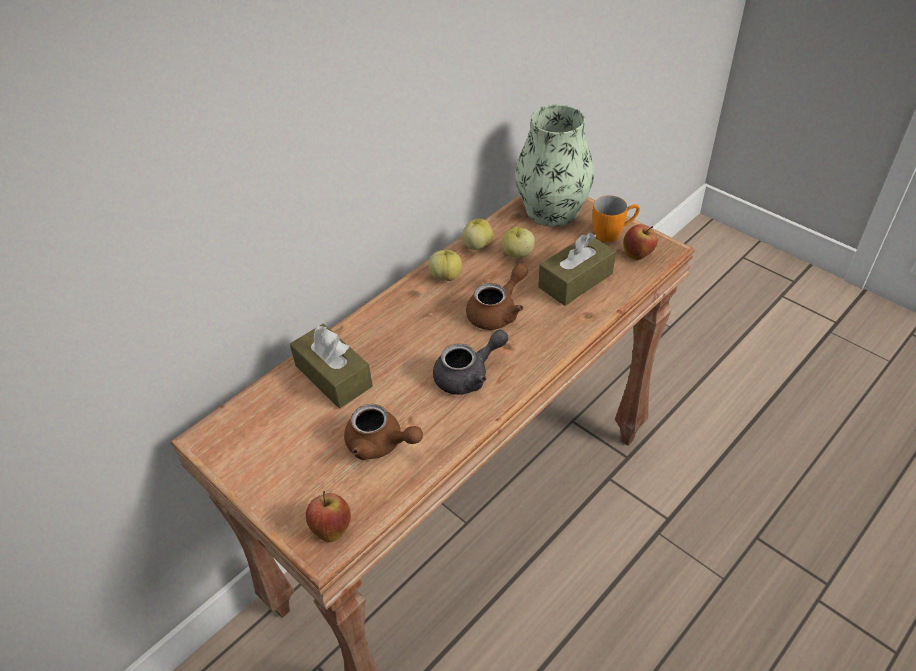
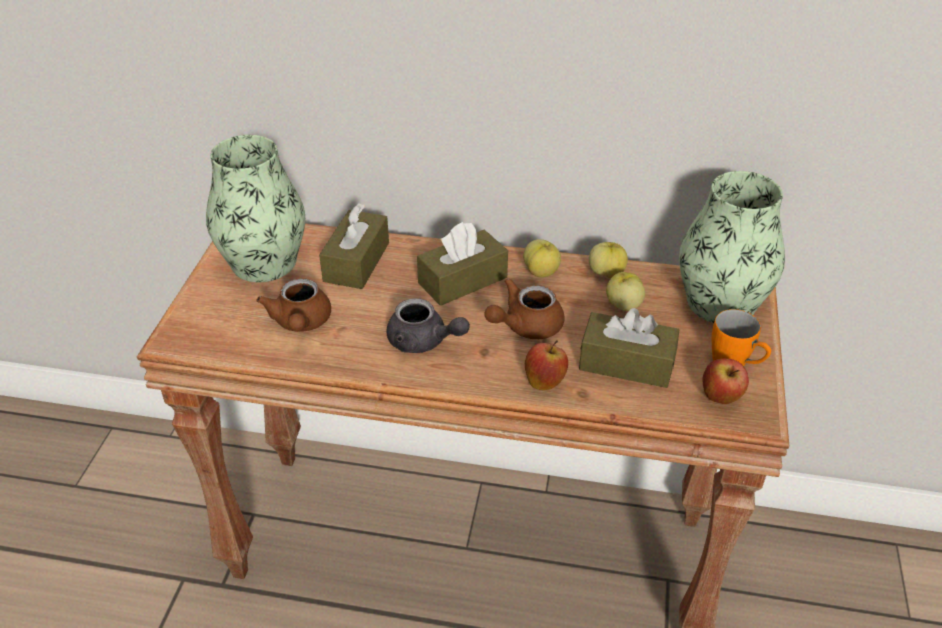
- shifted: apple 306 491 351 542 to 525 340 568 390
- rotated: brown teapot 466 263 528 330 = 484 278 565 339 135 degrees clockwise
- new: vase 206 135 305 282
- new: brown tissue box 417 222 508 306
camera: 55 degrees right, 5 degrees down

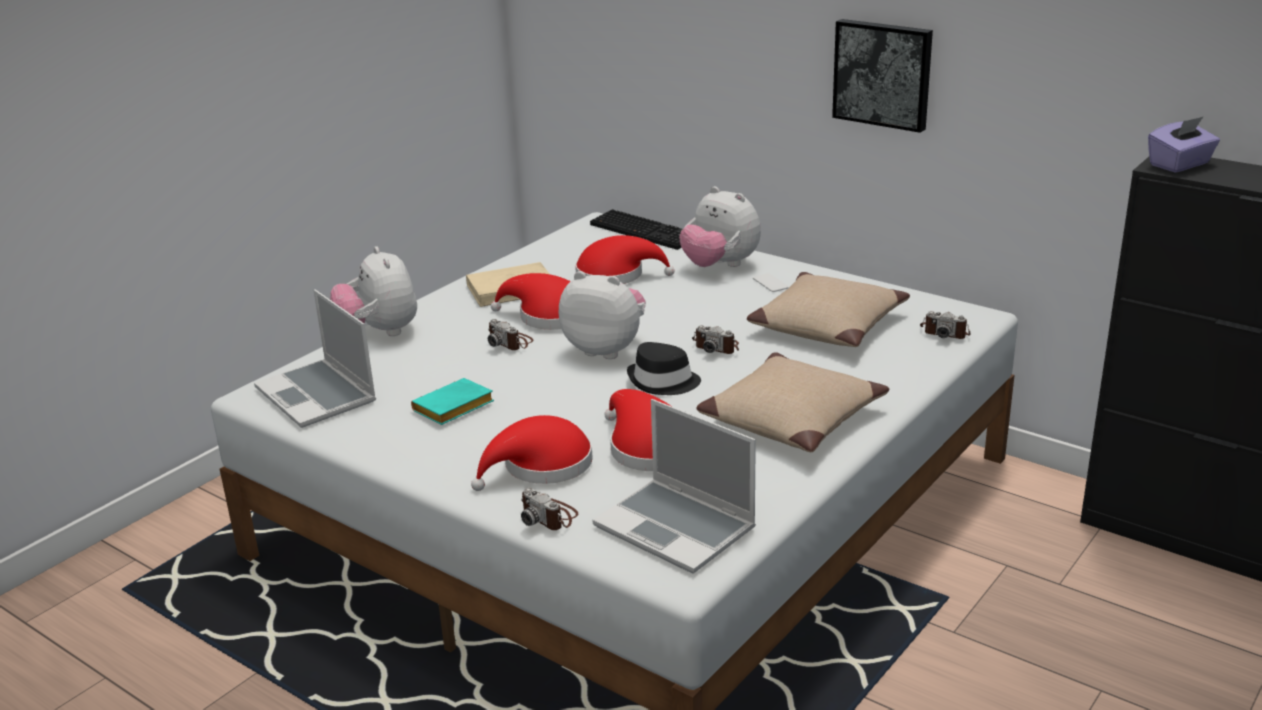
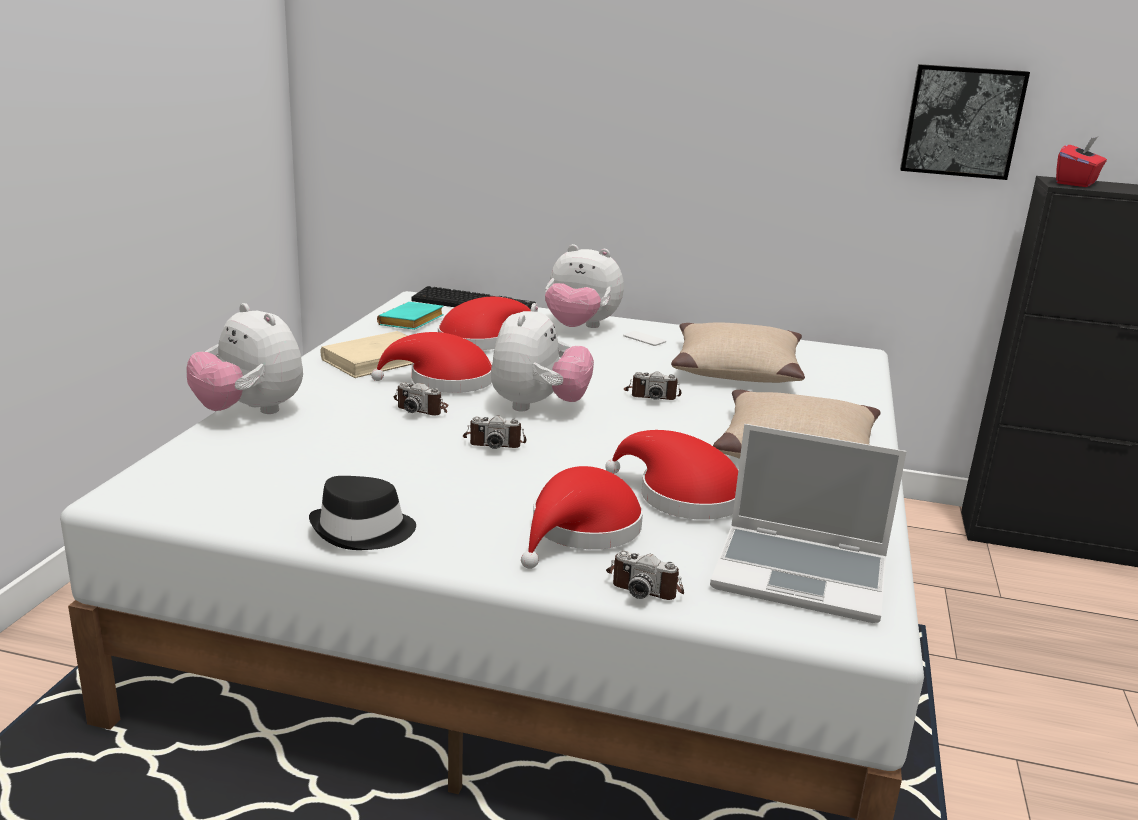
- gone: laptop 254 289 376 428
- shifted: turquoise book 411 378 494 425 to 377 302 444 330
- rotated: plush toy 559 271 646 359 = 491 303 594 412 105 degrees clockwise
- shifted: black hat 627 342 701 395 to 309 476 416 550
- shifted: picture 832 19 933 133 to 900 64 1030 180
- shifted: photo camera 920 311 970 339 to 463 415 526 449
- repainted: purple tissue box 1148 116 1220 173 to red tissue box 1056 137 1107 187
camera: 25 degrees left, 5 degrees down

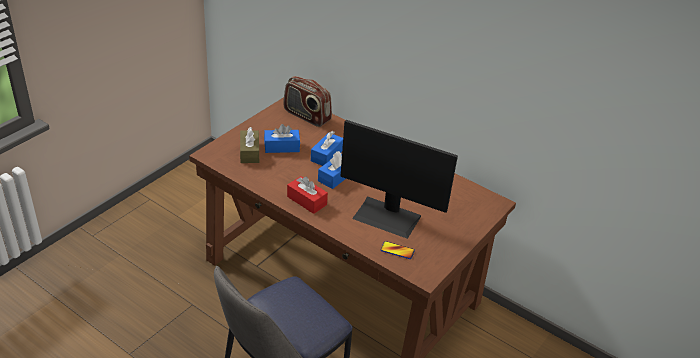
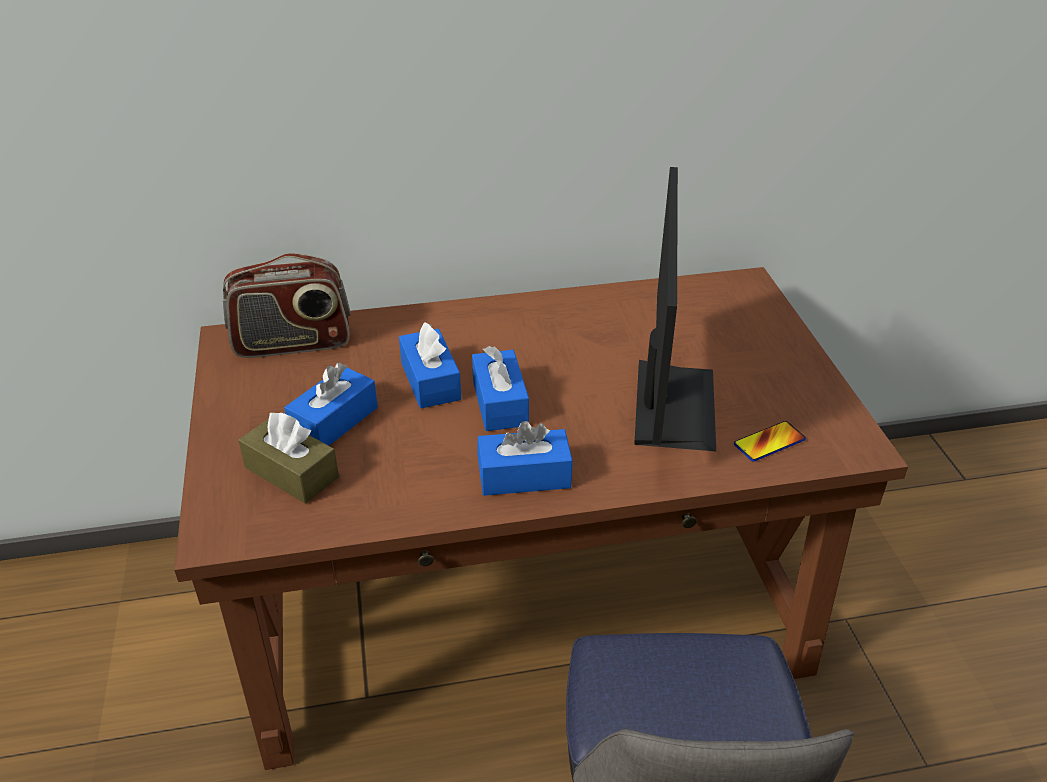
- repainted: red tissue box 287 176 328 214 to blue tissue box 477 421 572 496
- rotated: monitor 340 120 458 239 = 634 167 716 451 60 degrees counterclockwise
camera: 45 degrees left, 0 degrees up

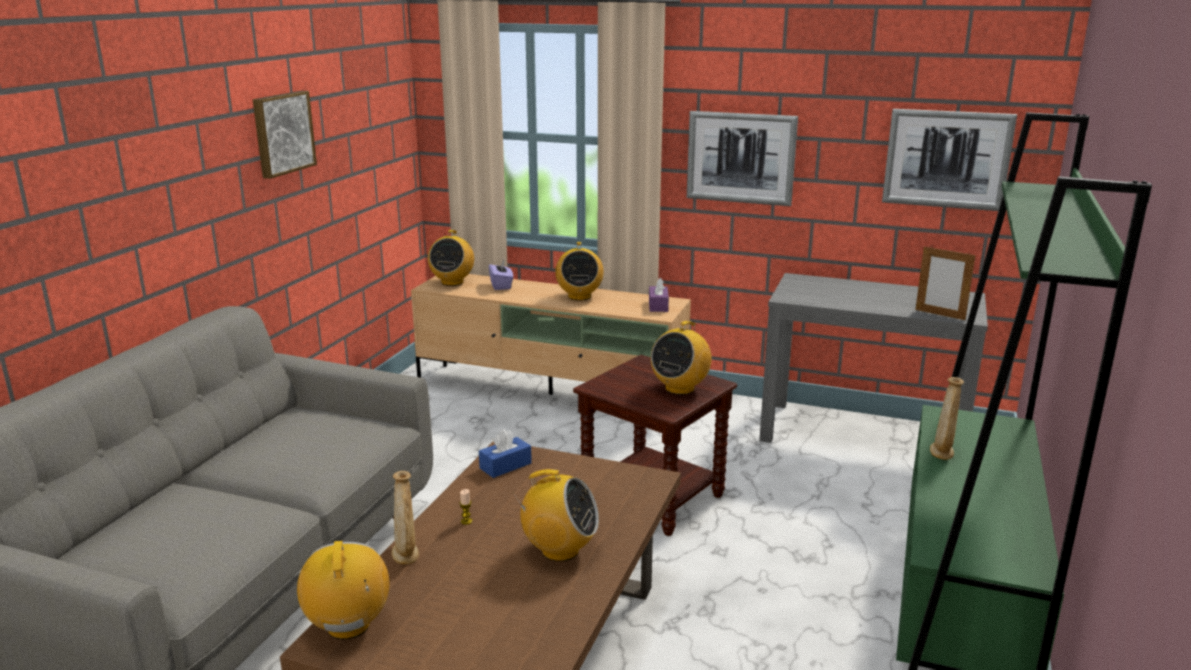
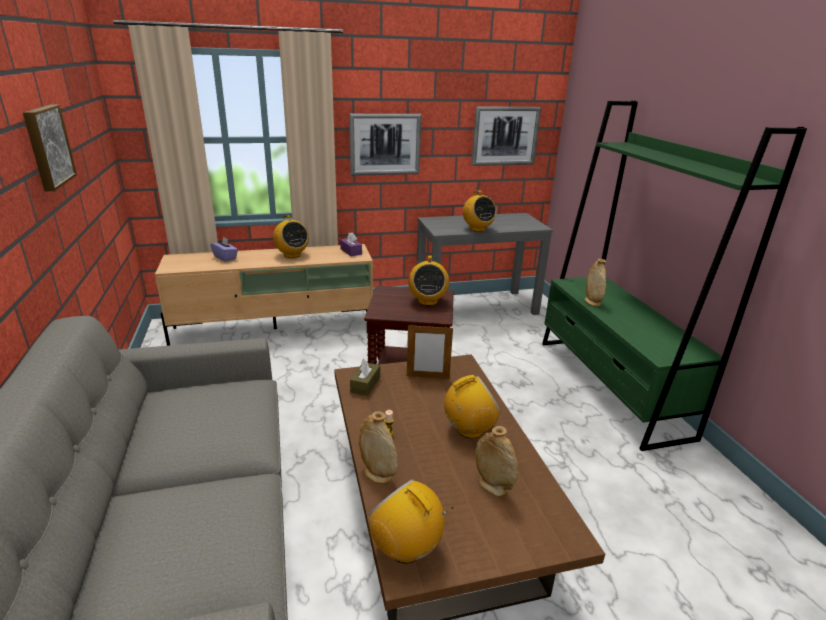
- shifted: radio 428 230 474 286 to 463 191 496 232
- repainted: blue tissue box 479 429 532 478 to brown tissue box 350 359 380 396
- shifted: picture frame 915 245 976 320 to 407 325 453 379
- new: beige vase 475 426 518 496
camera: 35 degrees left, 5 degrees up

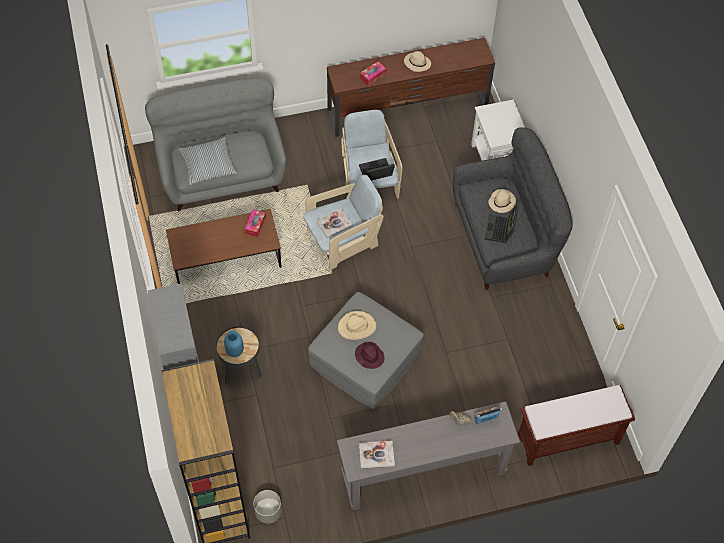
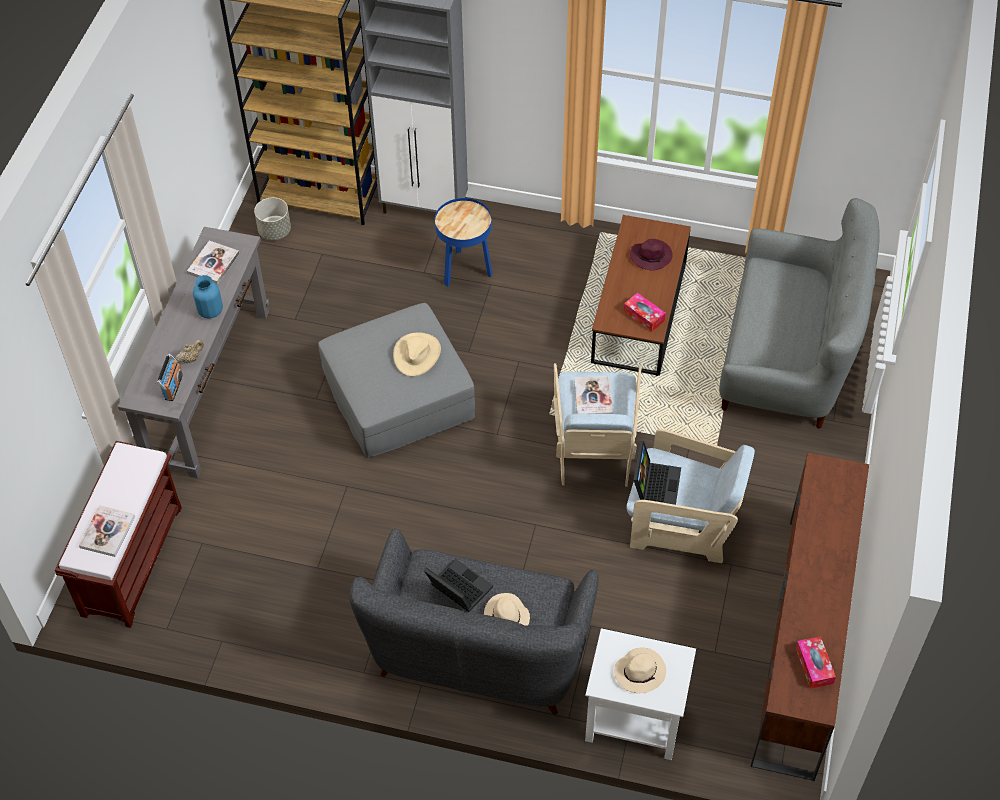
- gone: pillow 179 137 238 185
- repainted: black side table 216 326 262 385 to blue side table 435 198 492 287
- shifted: blue vase 224 330 244 357 to 193 275 223 319
- shifted: purple hat 355 342 384 369 to 630 239 673 271
- shifted: tissue box 360 61 387 85 to 796 636 836 689
- shifted: beige hat 404 51 431 72 to 614 647 666 693
- new: book 79 505 135 557
camera: 120 degrees right, 5 degrees down

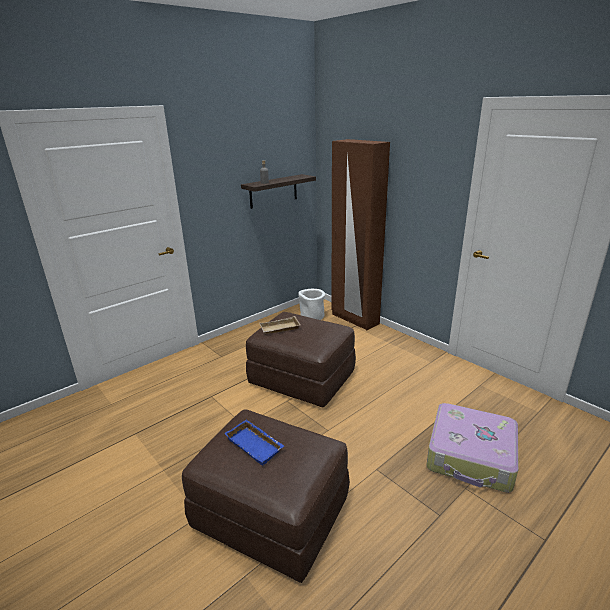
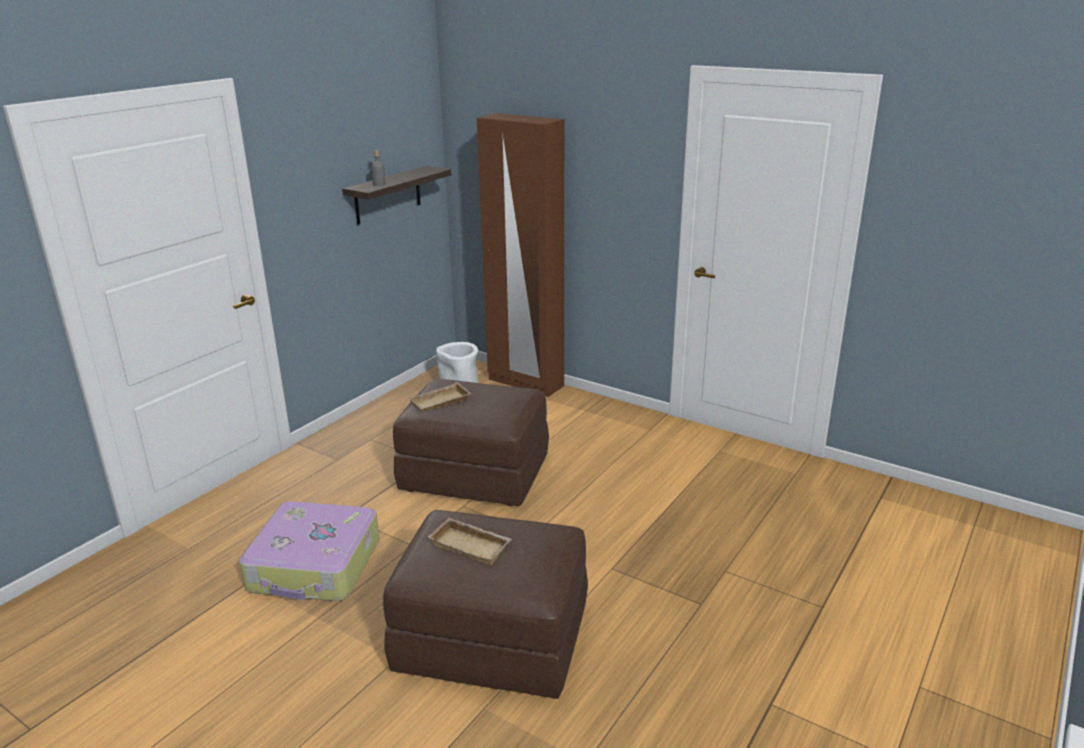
- repainted: blue tray 224 419 284 466 to beige tray 428 518 512 565
- shifted: suitcase 427 403 519 493 to 239 501 379 601
camera: 15 degrees left, 0 degrees up

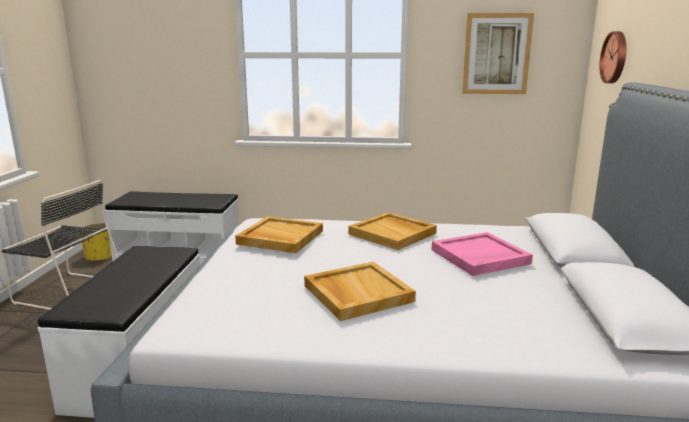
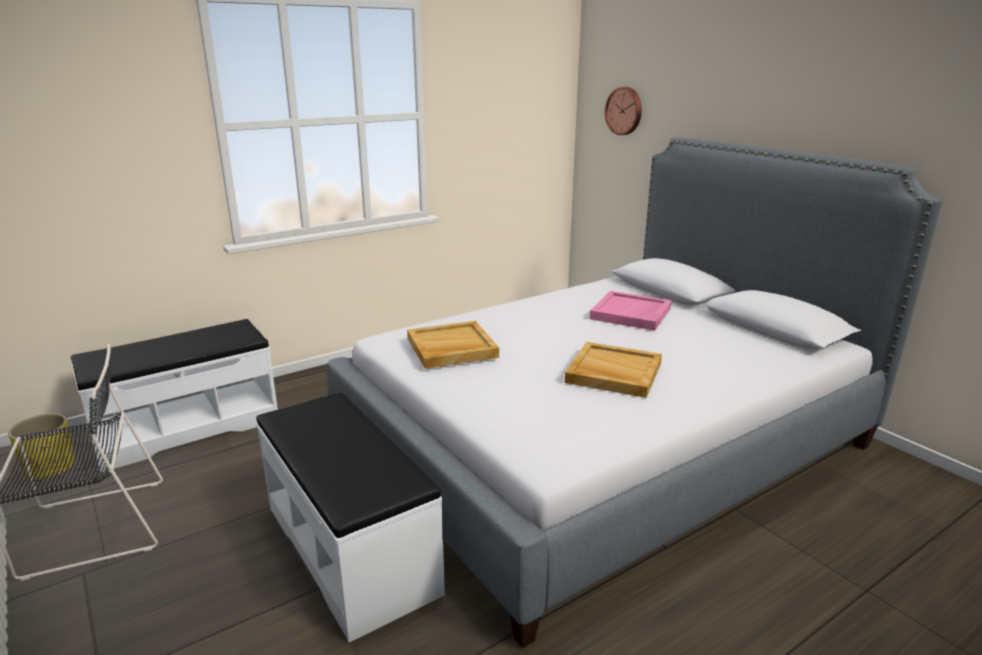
- gone: beige tray 348 212 437 250
- gone: picture 462 13 534 94
camera: 40 degrees left, 5 degrees up

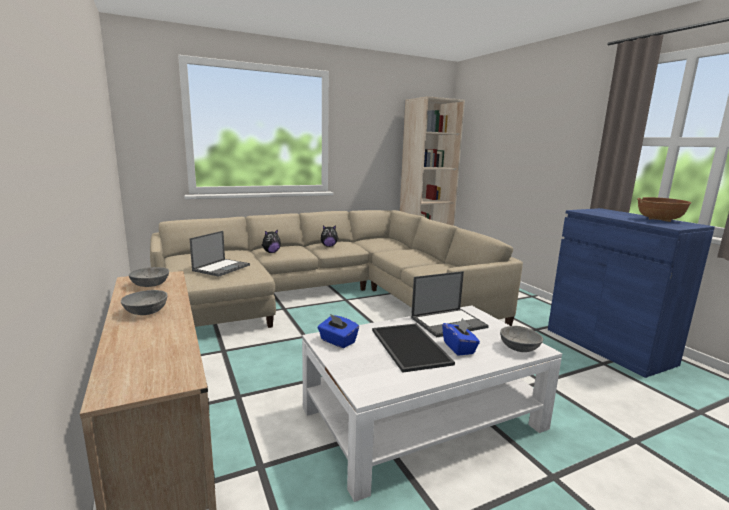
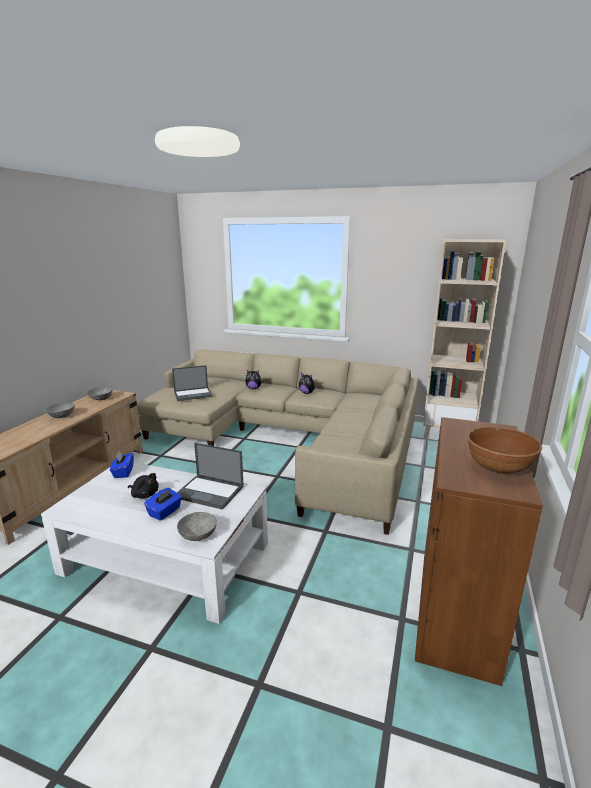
- swapped: tray 372 323 455 373 to black plush toy 128 473 159 499
- repainted: blue cabinet 548 208 715 378 to brown cabinet 415 417 543 686
camera: 45 degrees right, 5 degrees up

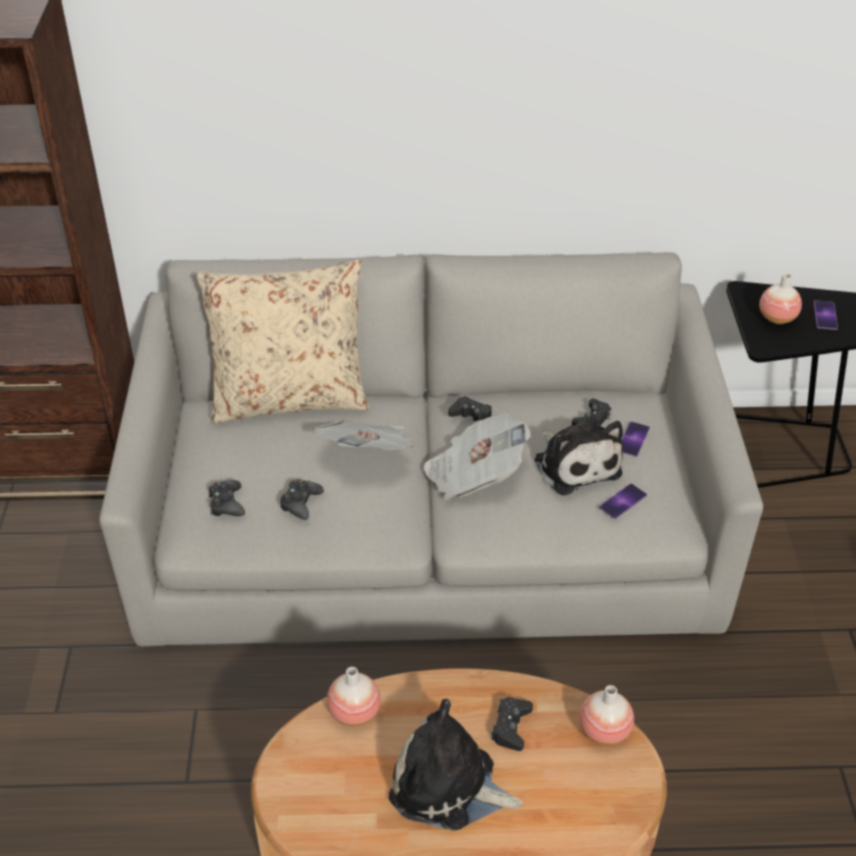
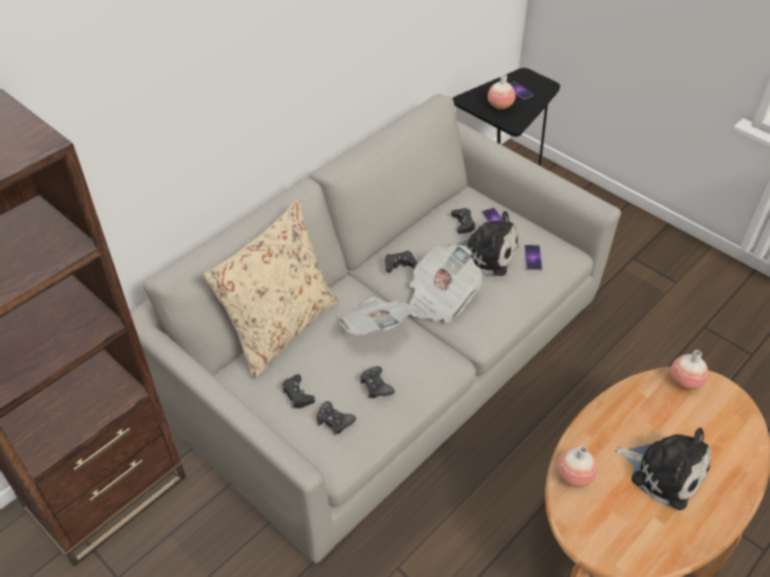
- rotated: plush toy 389 699 522 831 = 615 428 711 510 120 degrees counterclockwise
- shifted: black game controller 490 697 533 751 to 282 374 315 409
camera: 45 degrees left, 5 degrees up

